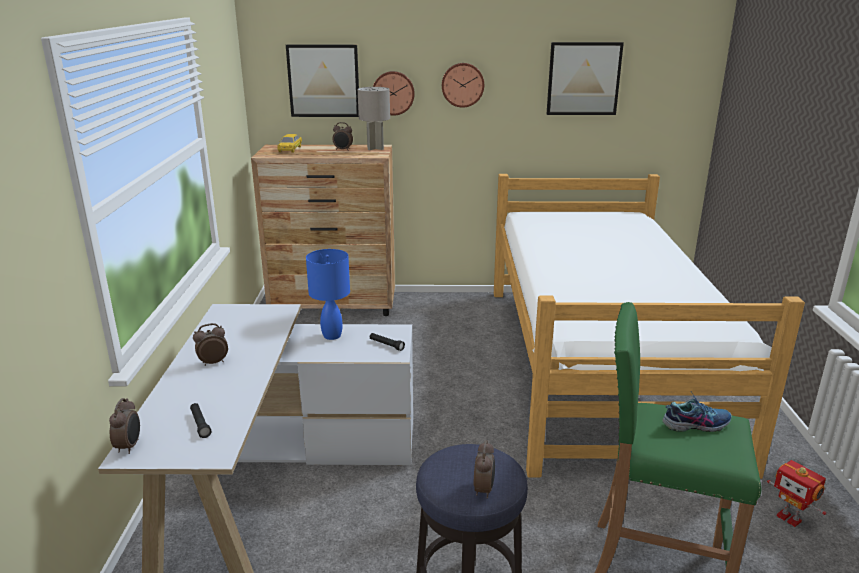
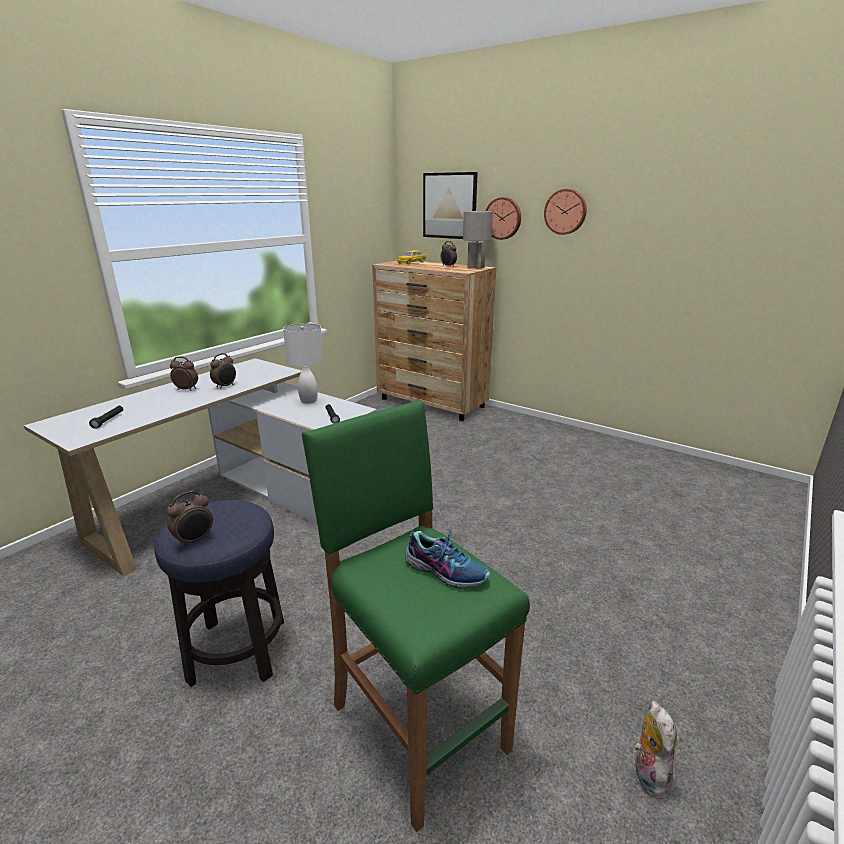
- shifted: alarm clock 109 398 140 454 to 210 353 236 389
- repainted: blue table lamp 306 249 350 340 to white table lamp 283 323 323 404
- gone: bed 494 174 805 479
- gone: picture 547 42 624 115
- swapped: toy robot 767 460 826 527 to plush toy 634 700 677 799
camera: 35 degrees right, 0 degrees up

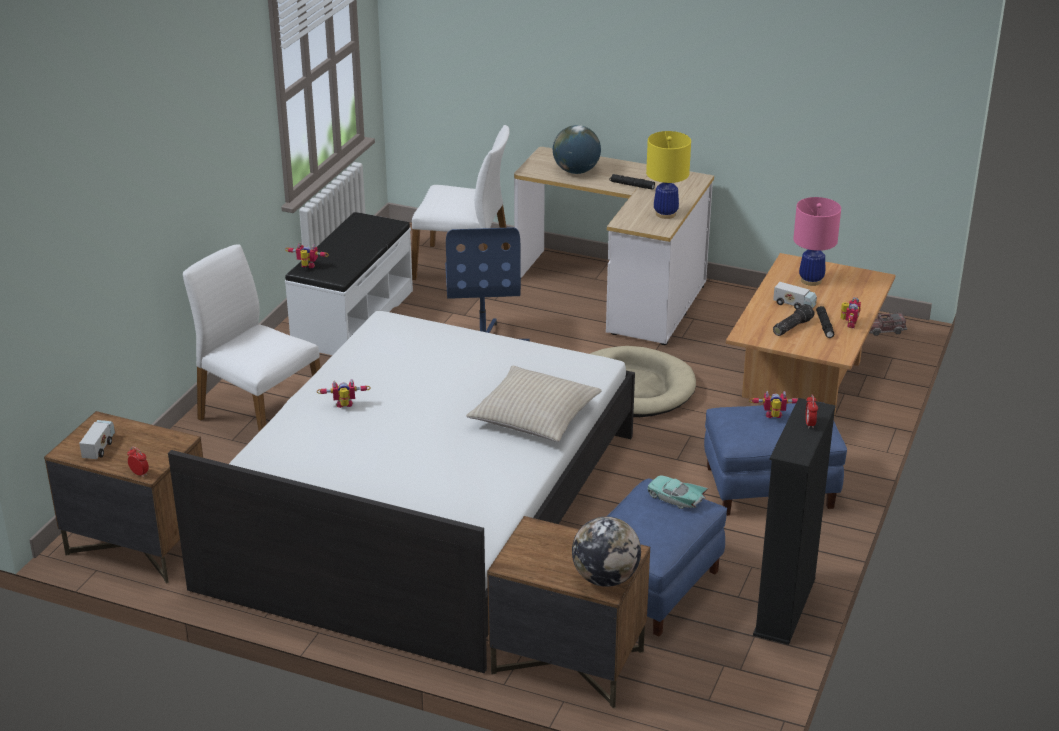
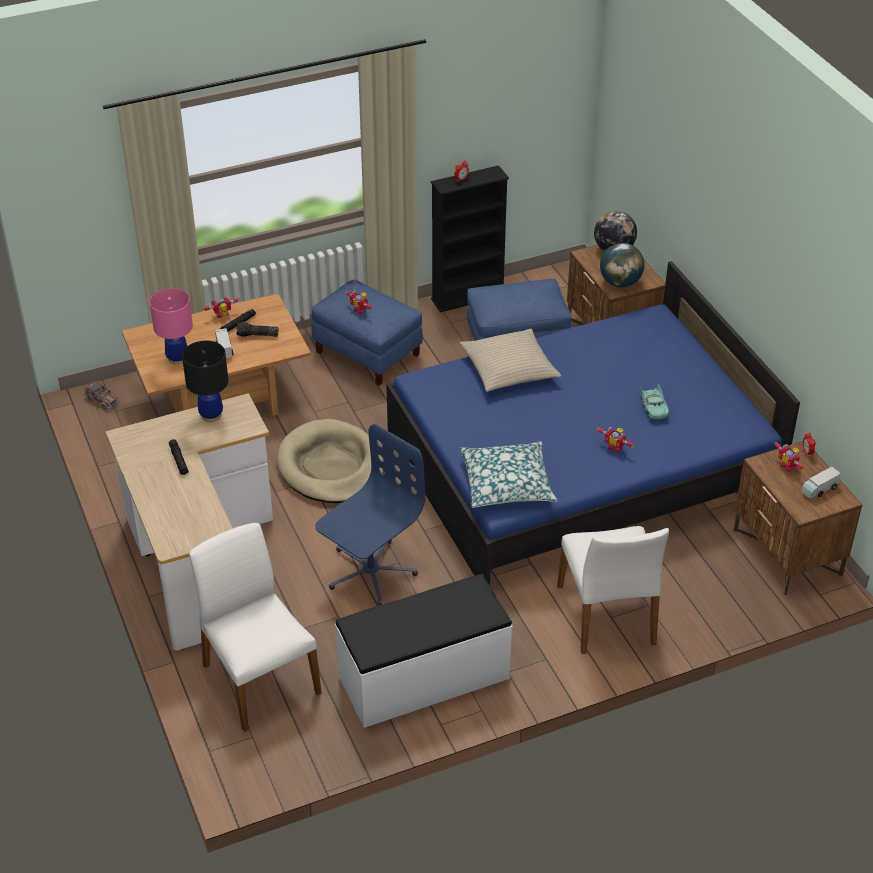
- repainted: white bed 168 311 635 673 to blue bed 386 261 800 585
- shifted: toy robot 286 242 329 268 to 774 442 804 472
- shifted: globe 553 125 601 174 to 600 243 644 287
- repainted: yellow table lamp 646 131 691 219 to black table lamp 182 341 229 422
- shifted: turquoise toy car 647 475 708 509 to 640 383 669 420
- new: pillow 460 442 557 508
camera: 135 degrees left, 10 degrees up

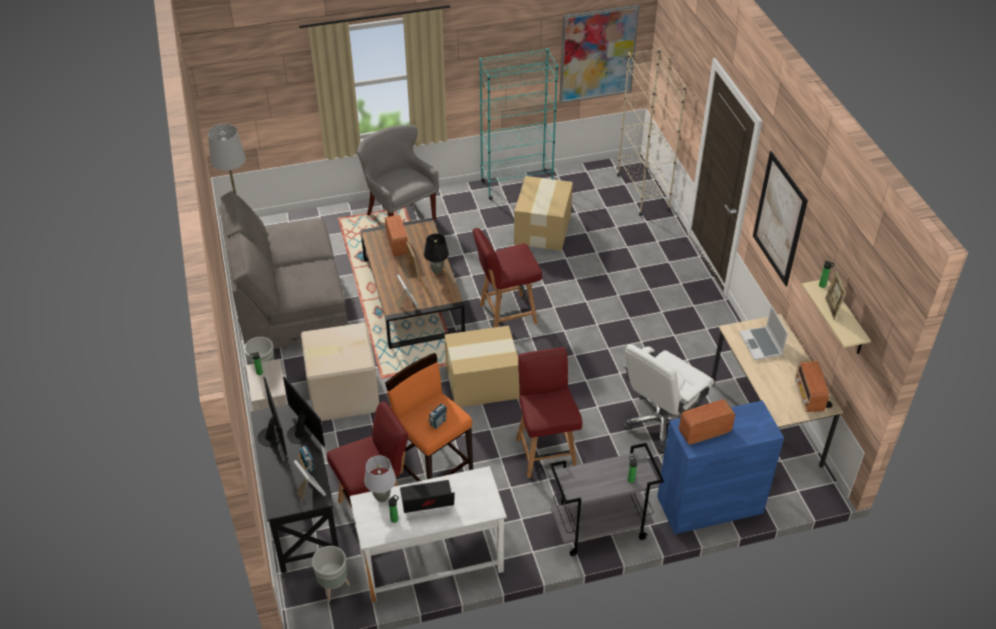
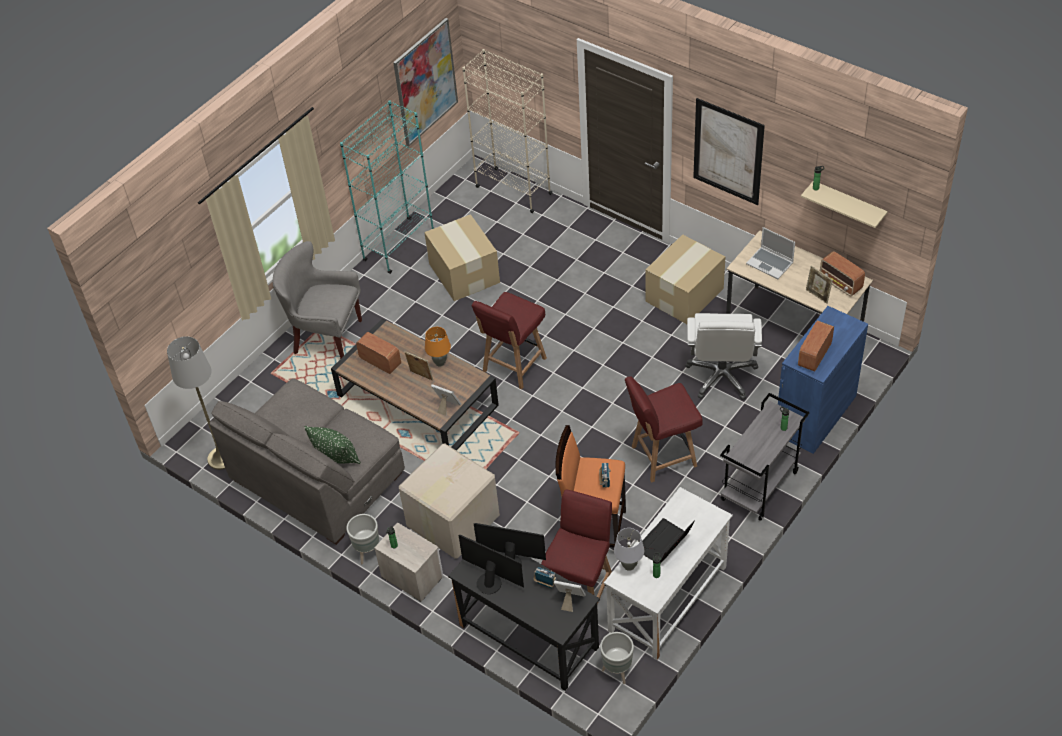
- repainted: black table lamp 424 234 449 274 to orange table lamp 425 327 451 366
- shifted: cardboard box 445 325 520 407 to 645 234 725 324
- rotated: red chair 516 347 582 478 = 625 376 703 482 60 degrees counterclockwise
- shifted: picture frame 825 271 846 320 to 806 266 833 304
- new: green pillow 304 426 361 464
camera: 35 degrees left, 5 degrees up

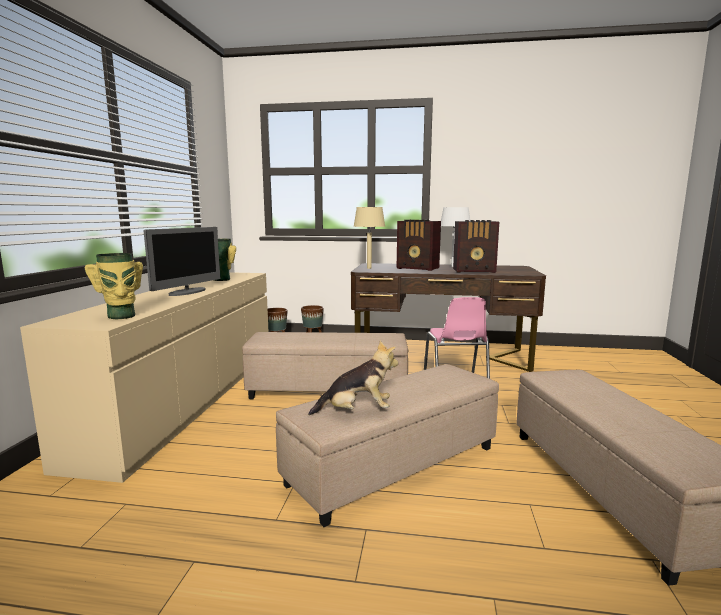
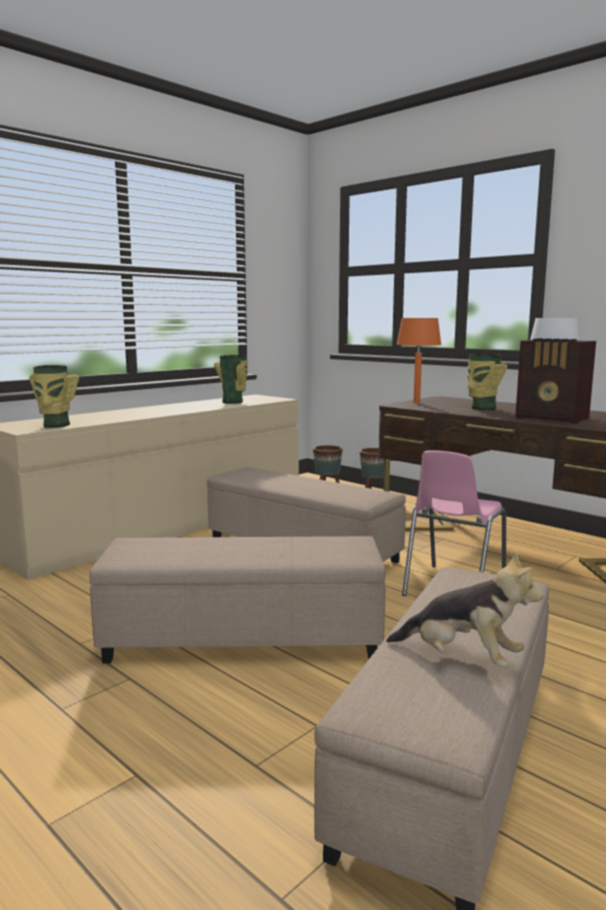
- gone: monitor 144 227 220 296
- shifted: plush toy 308 341 398 415 to 386 552 543 667
- repainted: beige table lamp 354 207 385 269 to orange table lamp 396 318 442 403
- swapped: radio 397 220 441 271 to vase 467 354 507 410
camera: 35 degrees right, 0 degrees up

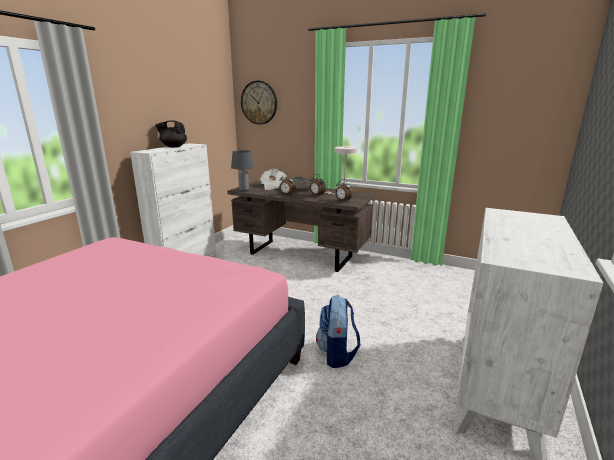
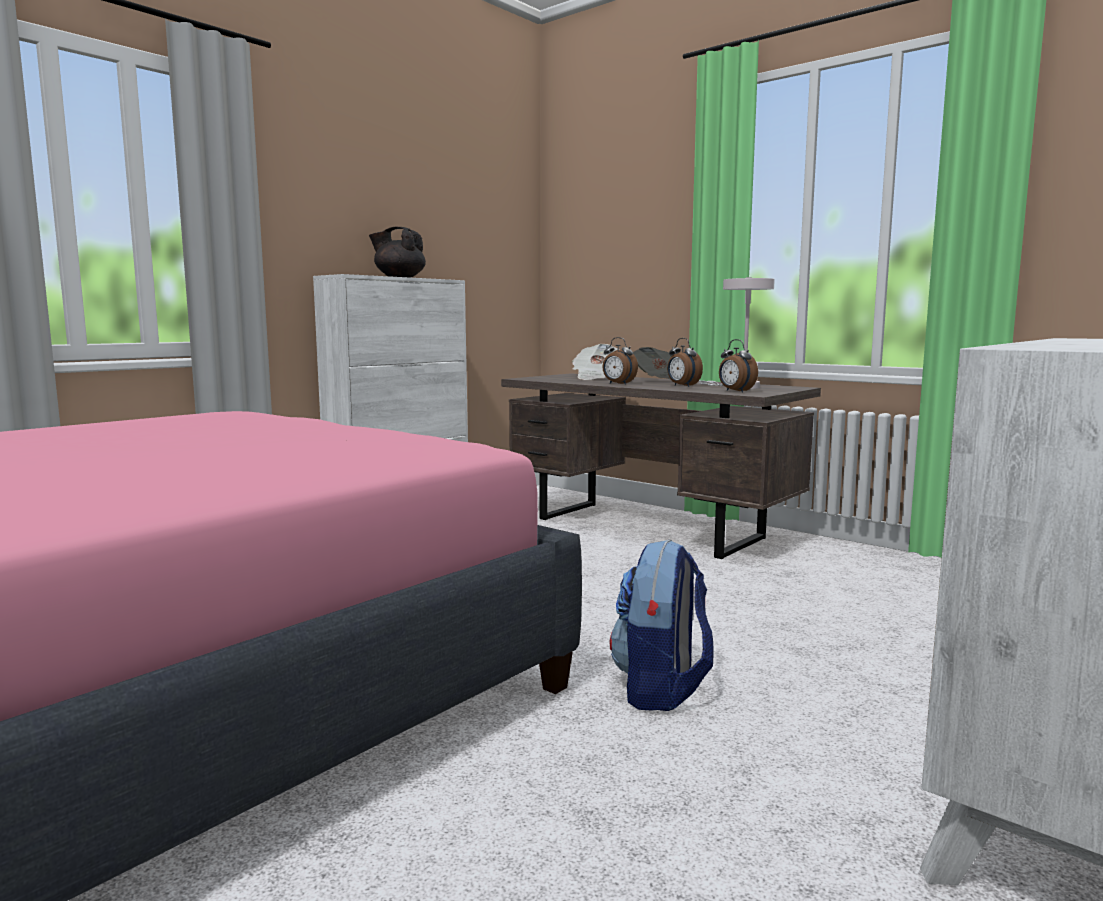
- gone: grey table lamp 231 150 254 191
- gone: wall clock 241 81 277 125
camera: 15 degrees right, 10 degrees down

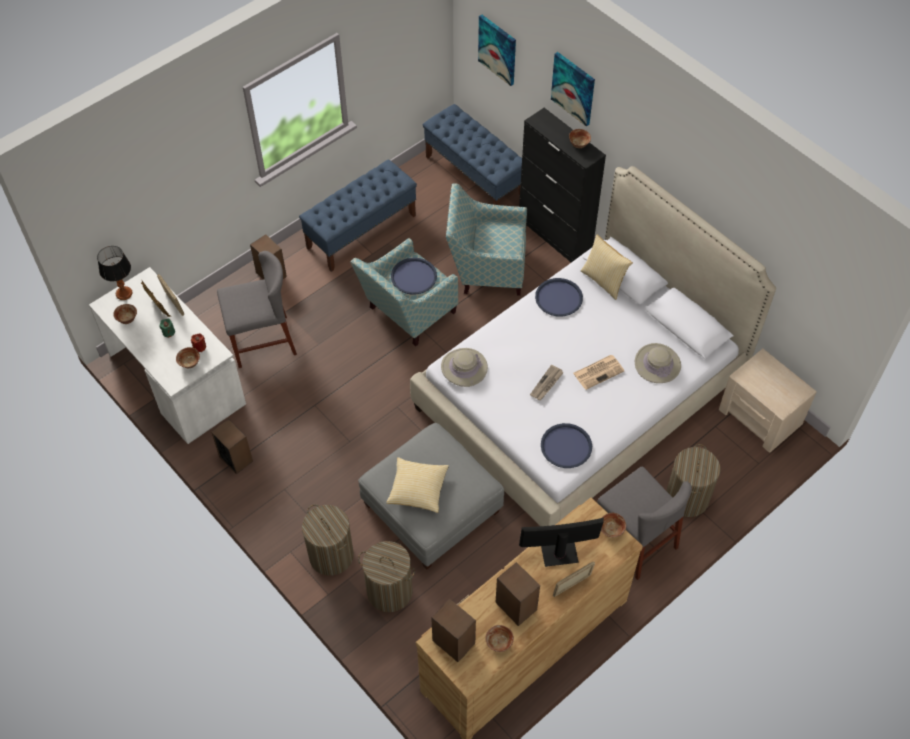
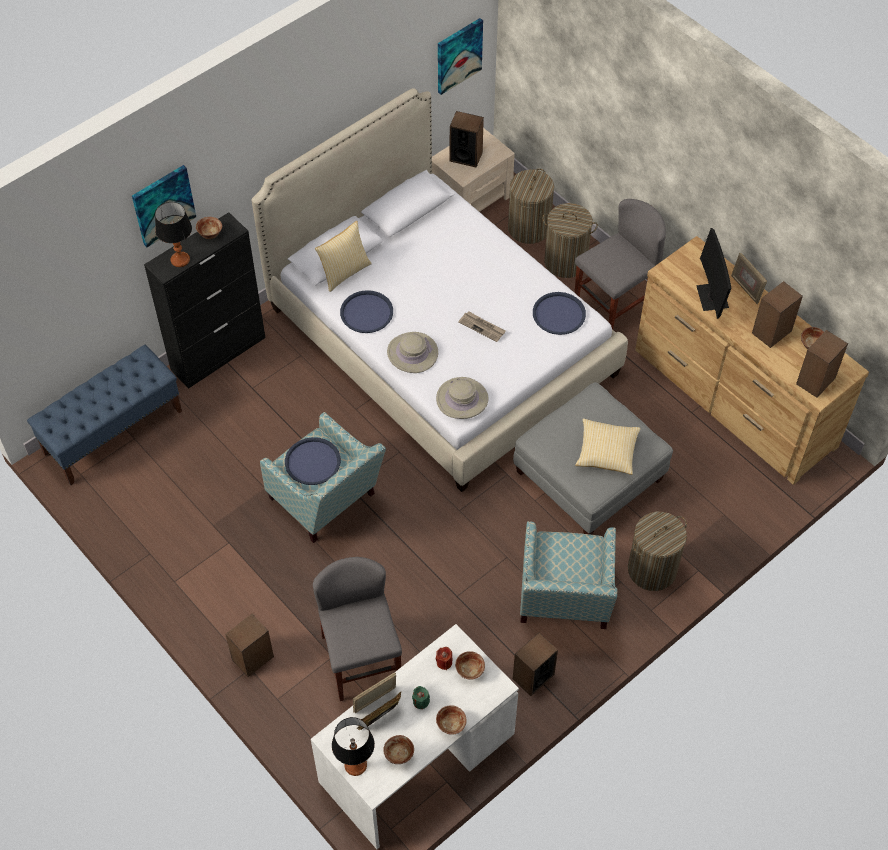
- gone: blue bench 299 159 417 272
- shifted: laundry basket 358 541 415 612 to 508 168 554 244
- shifted: armchair 446 183 527 296 to 520 521 617 629
- shifted: picture 478 15 516 86 to 438 18 483 95
- gone: newspaper 573 355 625 390
- shifted: bowl 601 513 626 537 to 436 705 467 735
- shifted: beige hat 635 343 681 383 to 387 332 438 373
- new: table lamp 155 202 192 267
- new: speaker 450 111 484 167
camera: 90 degrees left, 0 degrees up

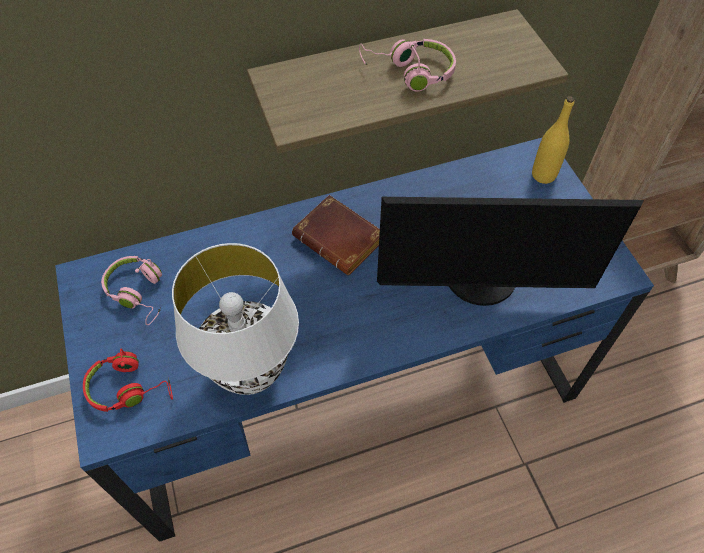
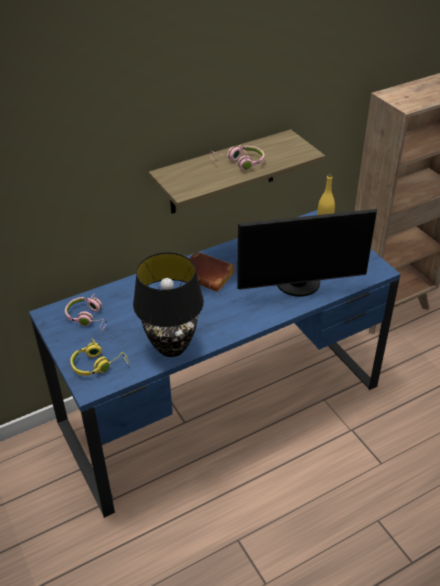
- repainted: red headphones 83 348 173 412 to yellow headphones 70 338 129 376
- repainted: white table lamp 172 243 299 395 to black table lamp 133 252 204 357
camera: 10 degrees left, 15 degrees down

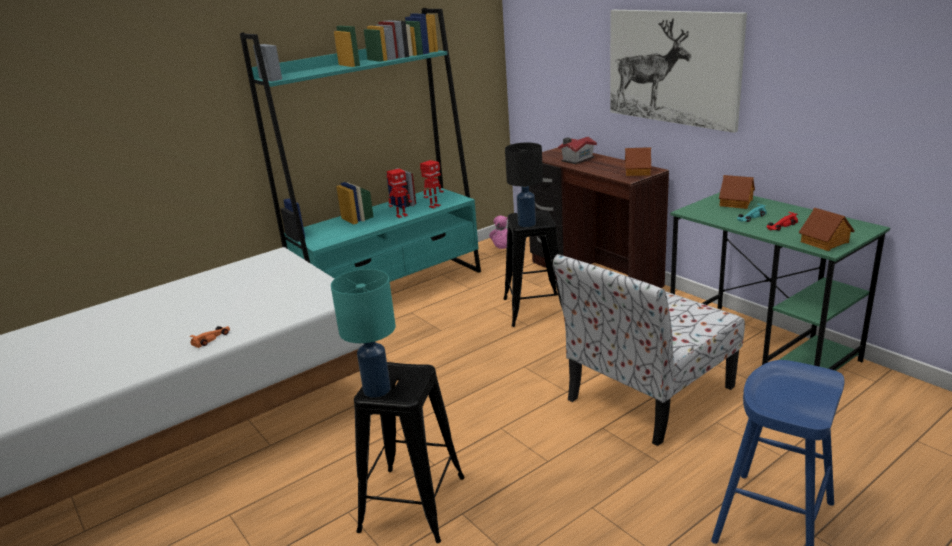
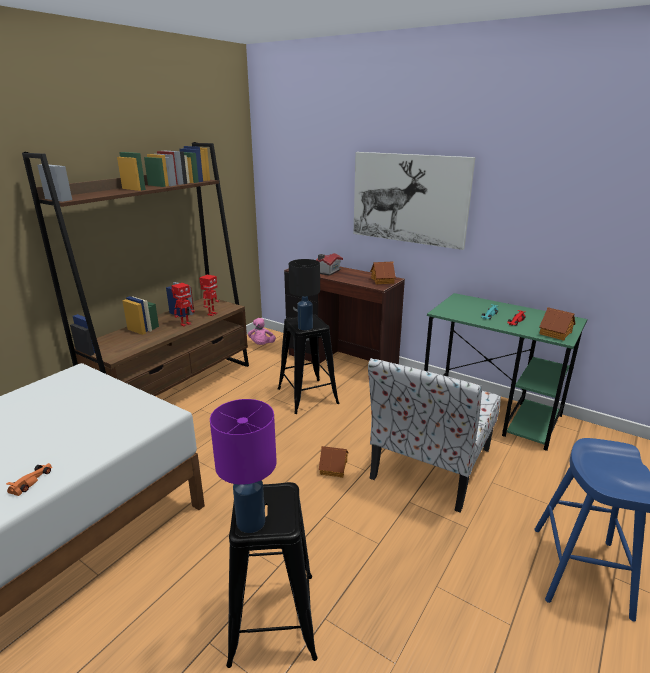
- repainted: turquoise bookcase 240 8 481 282 to brown bookcase 22 142 249 396
- repainted: turquoise table lamp 331 269 396 398 to purple table lamp 210 399 277 533
- shifted: toy house 719 175 755 209 to 319 446 348 478
camera: 20 degrees left, 0 degrees up

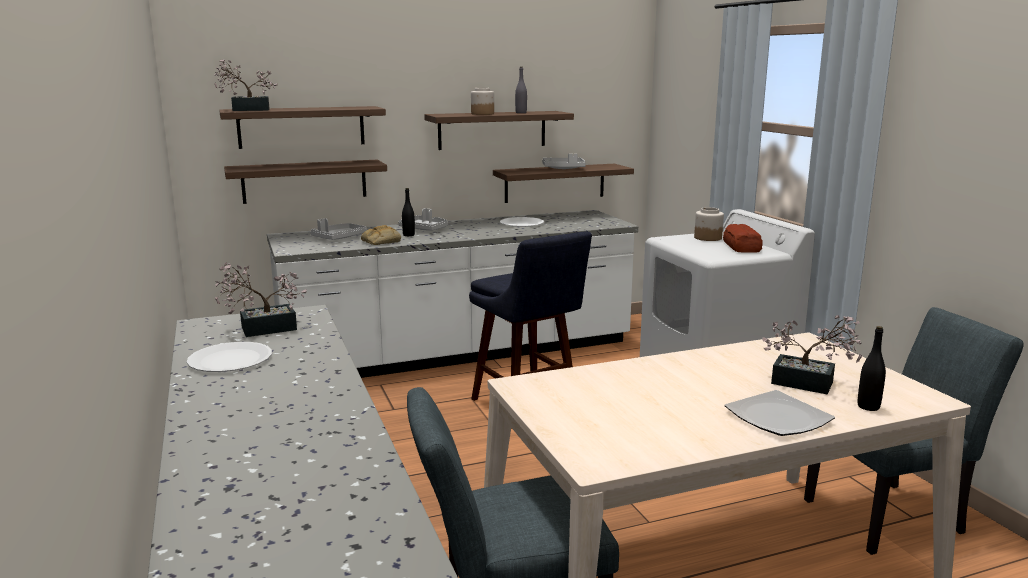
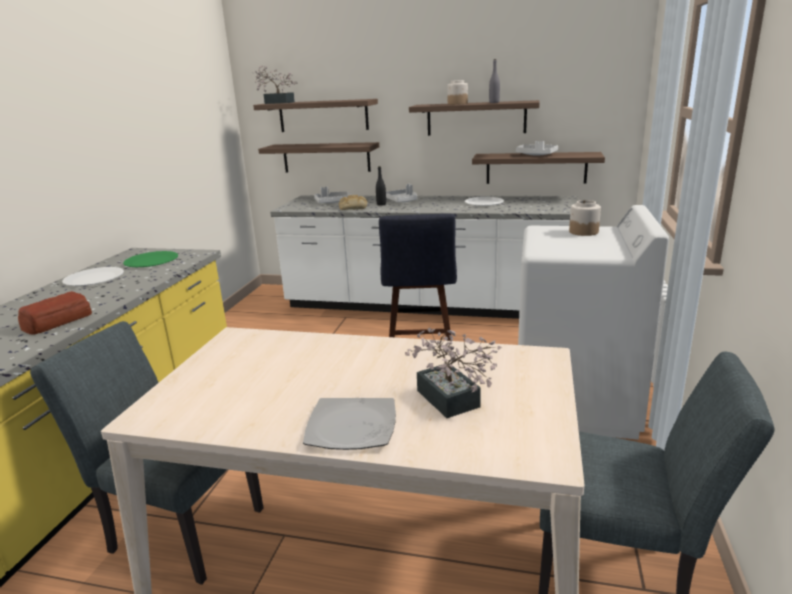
- swapped: potted plant 215 263 307 337 to green plate 123 251 178 267
- shifted: bread 723 224 763 253 to 18 291 92 335
- gone: black bottle 858 326 886 411
camera: 35 degrees right, 5 degrees up

